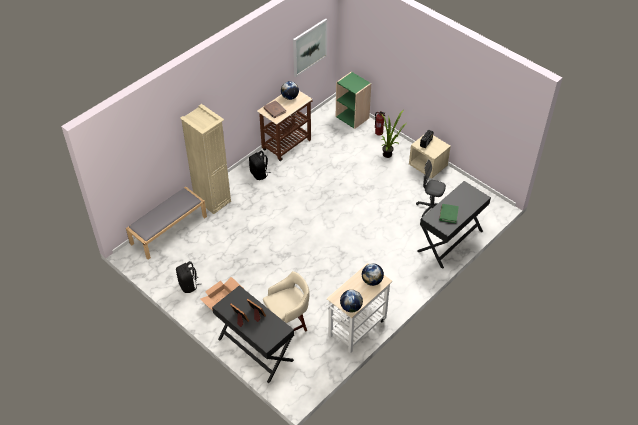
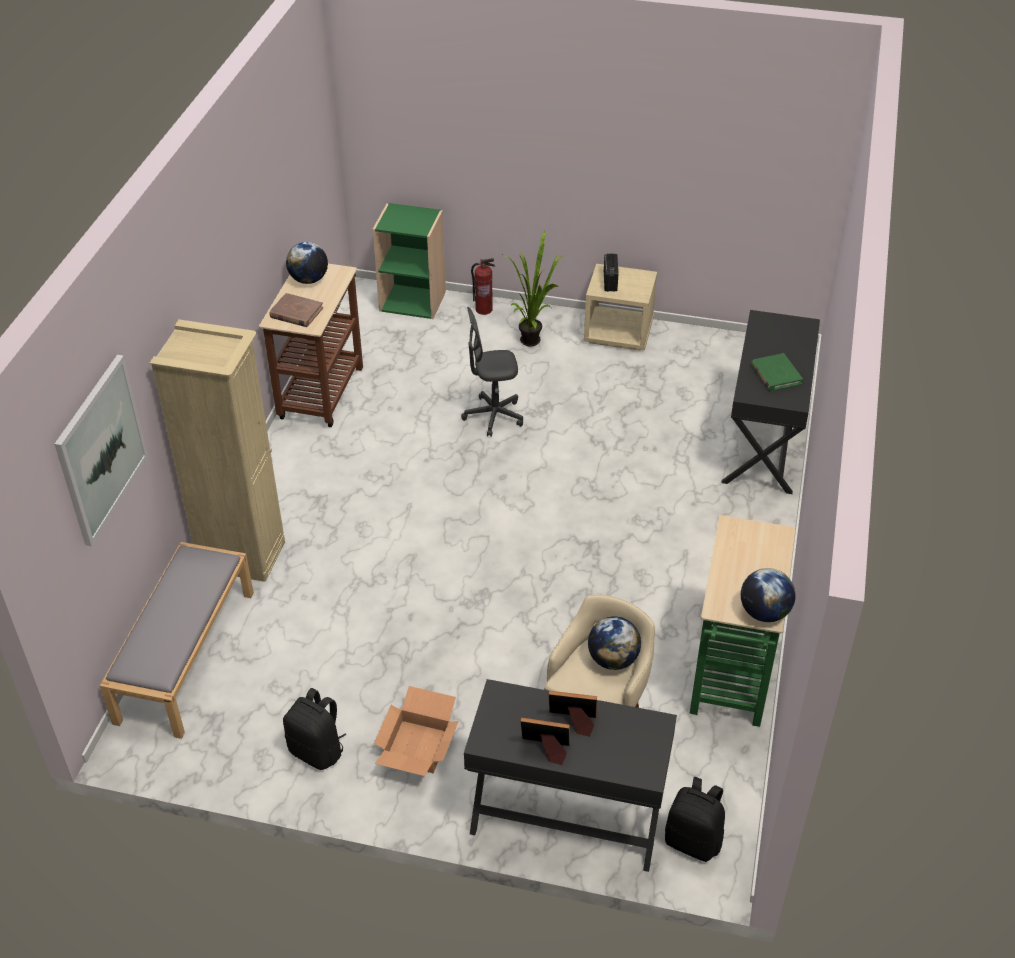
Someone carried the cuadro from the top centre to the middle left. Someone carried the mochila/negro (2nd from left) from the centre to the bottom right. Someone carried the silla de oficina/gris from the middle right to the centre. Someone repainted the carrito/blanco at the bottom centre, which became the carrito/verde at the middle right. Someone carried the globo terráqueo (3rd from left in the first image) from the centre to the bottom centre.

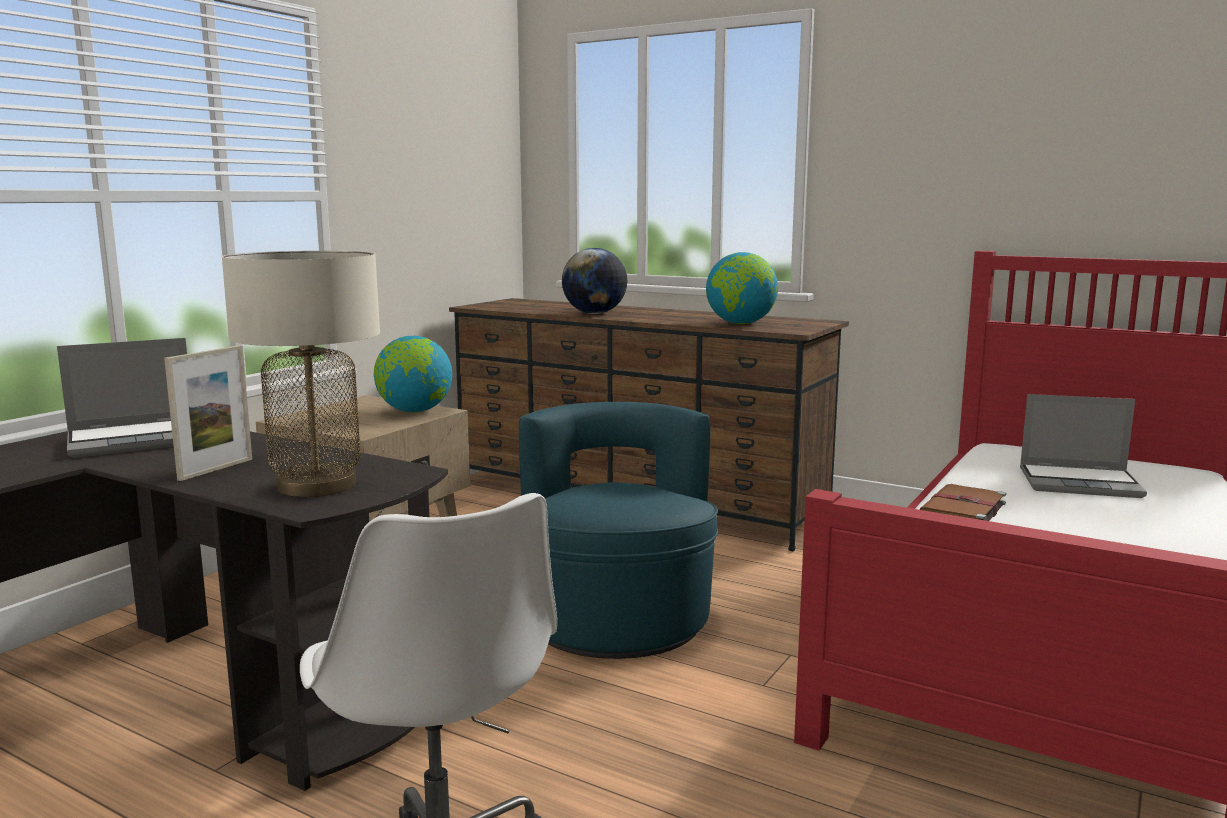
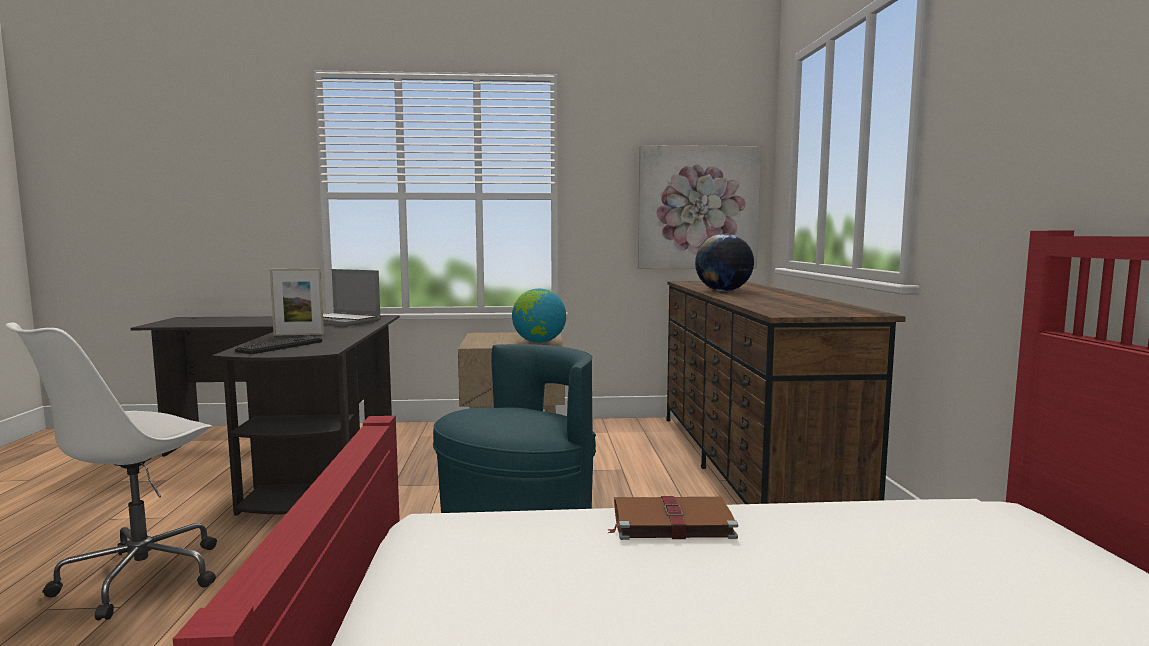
Someone swapped the lámpara de mesa at the middle left for the teclado at the middle left. Someone took away the globo terráqueo (3rd from left) at the centre. Someone took away the portátil (2nd from left) at the middle right. Someone put up the cuadro at the top centre.

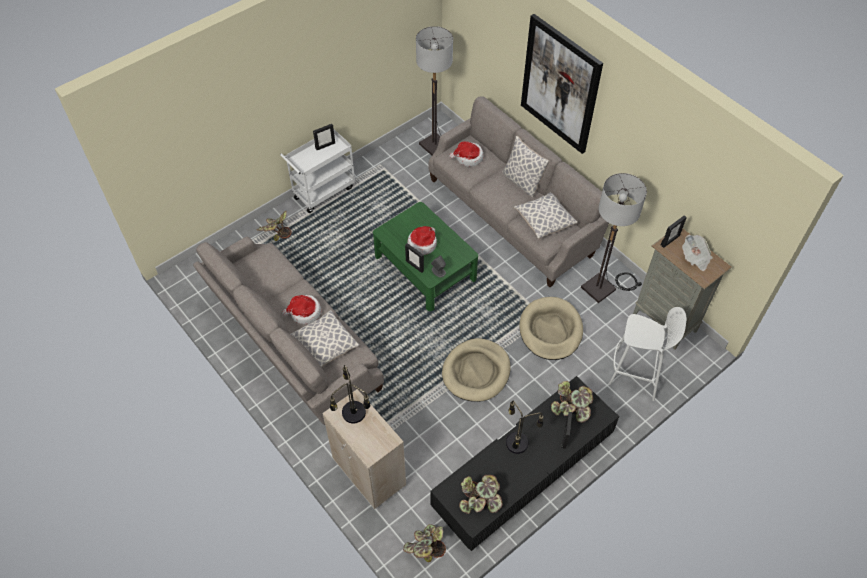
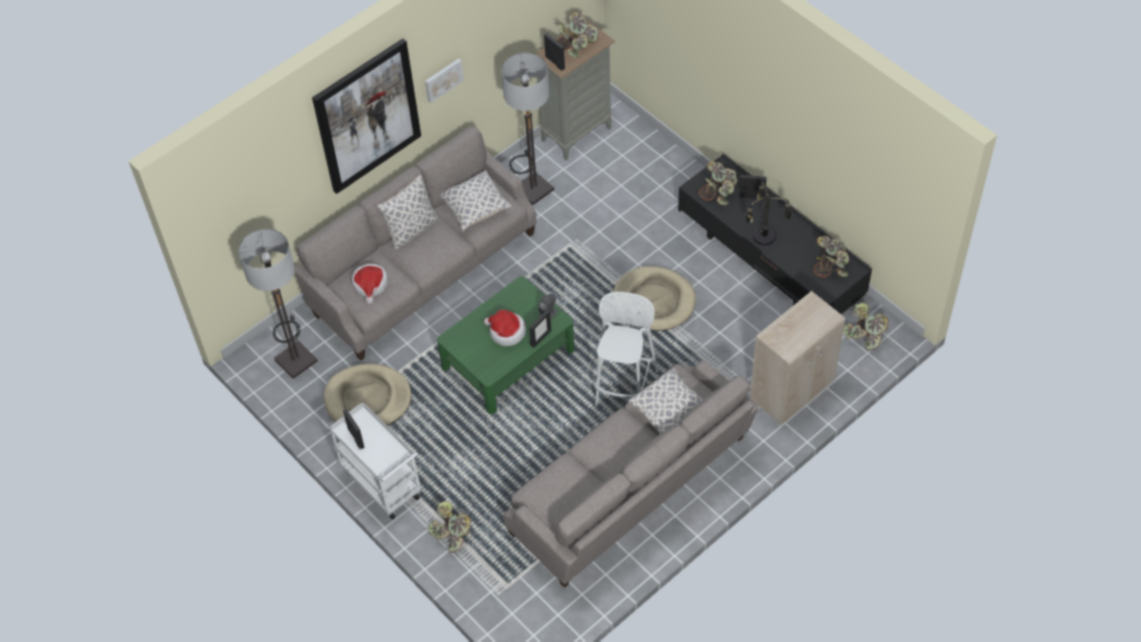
Someone swapped the periódico at the middle right for the planta en maceta (2nd from left) at the top centre. Someone took away the sombrero (1st from left) at the centre. Someone carried the cama para perro/beis (2nd from left in the first image) from the centre to the middle left. Someone carried the taburete/blanco from the middle right to the centre. Someone took away the lámpara de mesa (1st from left) at the bottom centre. Someone put up the cuadro (2nd from left) at the top centre.

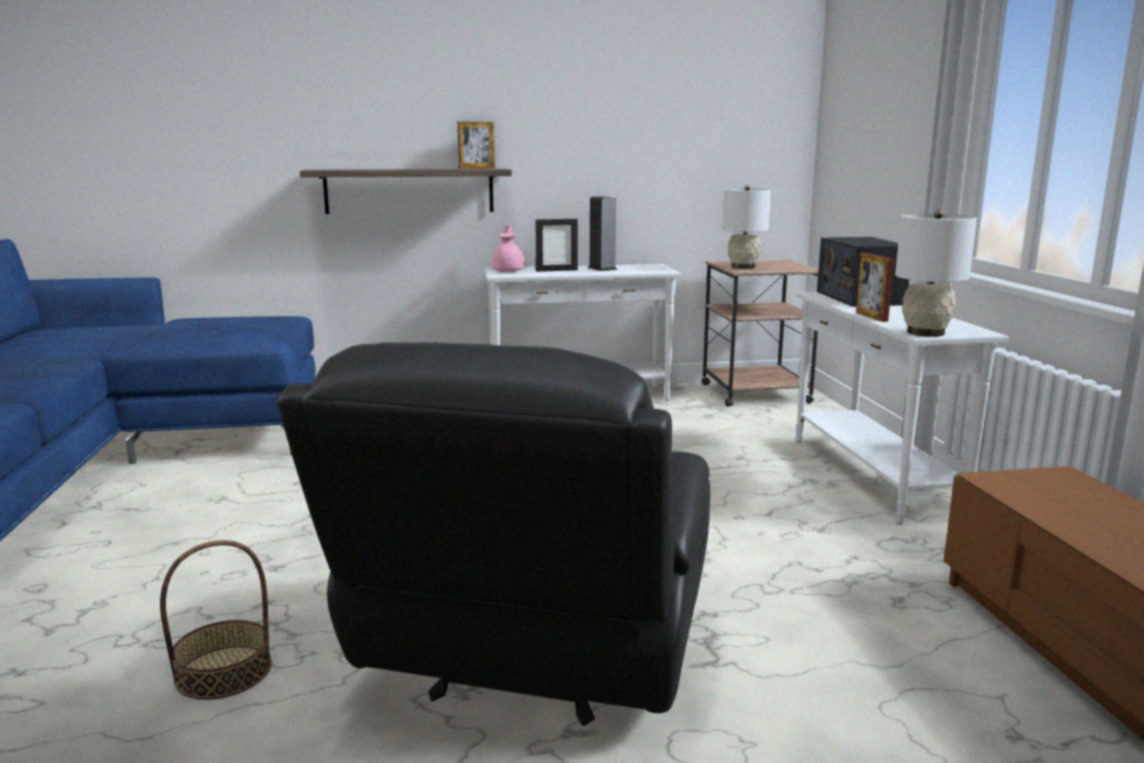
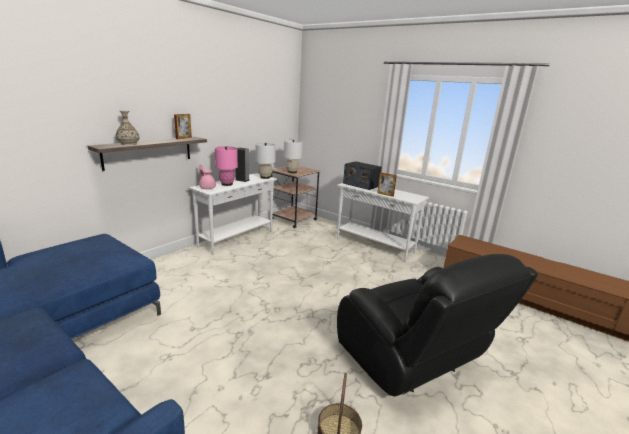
Someone carried the lámpara de mesa/blanco (2nd from left in the first image) from the middle right to the centre. Someone swapped the portarretratos (2nd from left) at the top centre for the lámpara de mesa/rosa at the centre. Someone put down the florero at the top left.

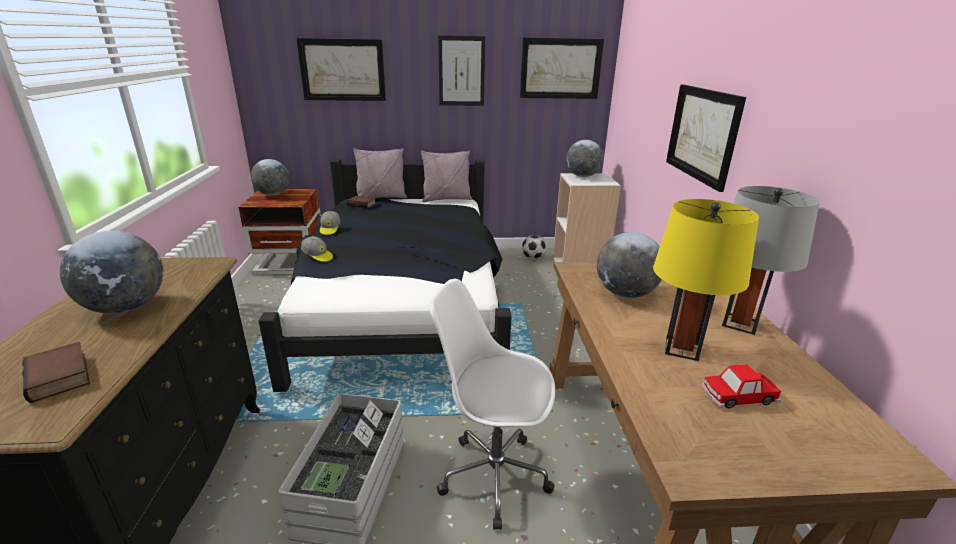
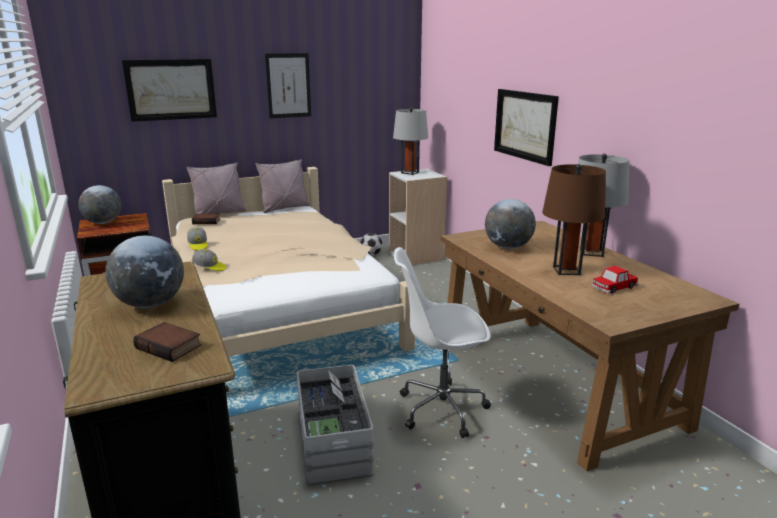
Someone took away the cuadro (3rd from left) at the top centre. Someone swapped the globo terráqueo (3rd from left) at the top centre for the lámpara de mesa/gris (1st from left) at the top centre. Someone repainted the cama/negro at the centre, which became the cama/beis at the centre. Someone repainted the lámpara de mesa/amarillo at the middle right, which became the lámpara de mesa/marrón at the middle right.

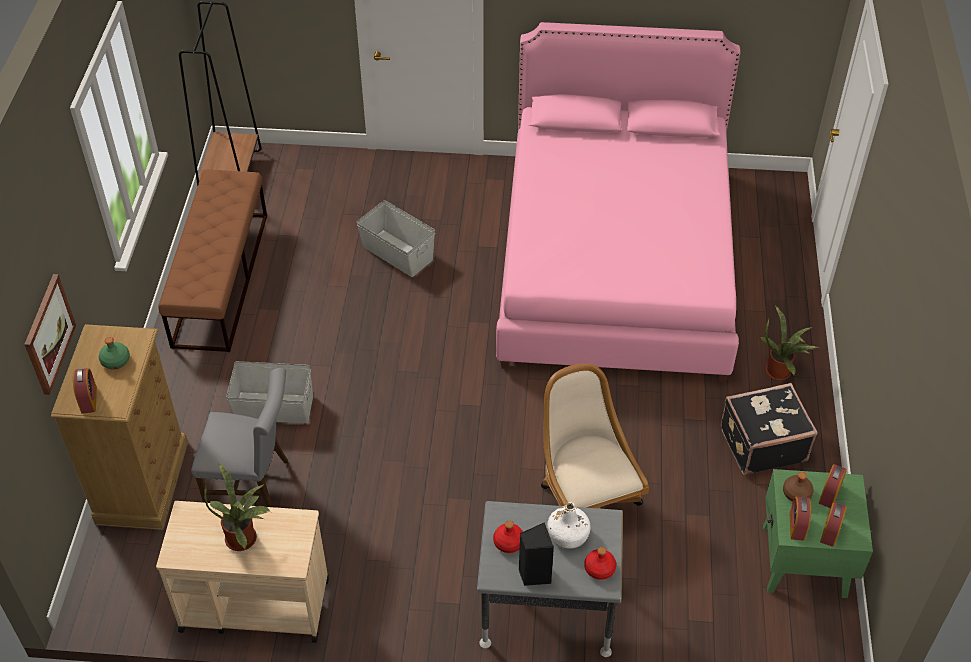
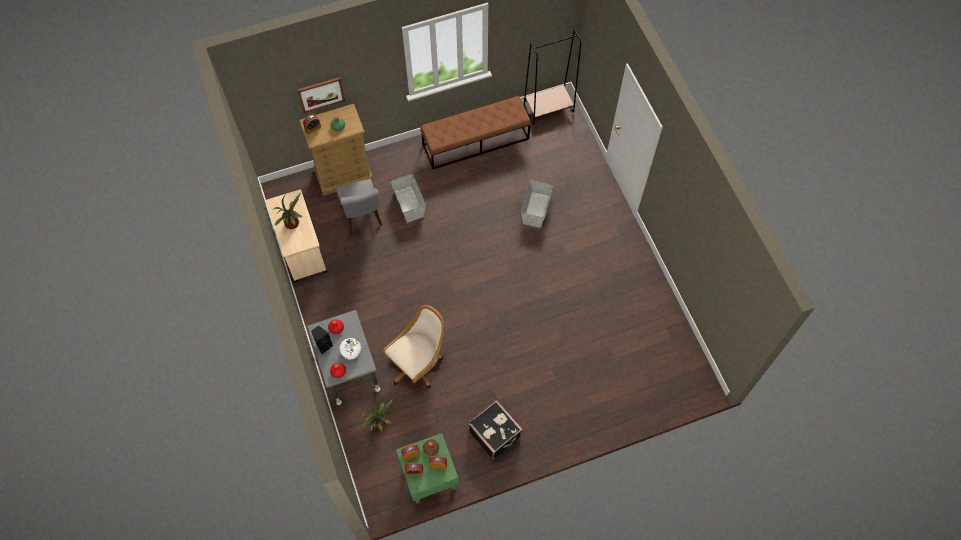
Someone took away the cama/rosa at the top centre. Someone carried the planta en maceta (2nd from left) from the middle right to the bottom centre.

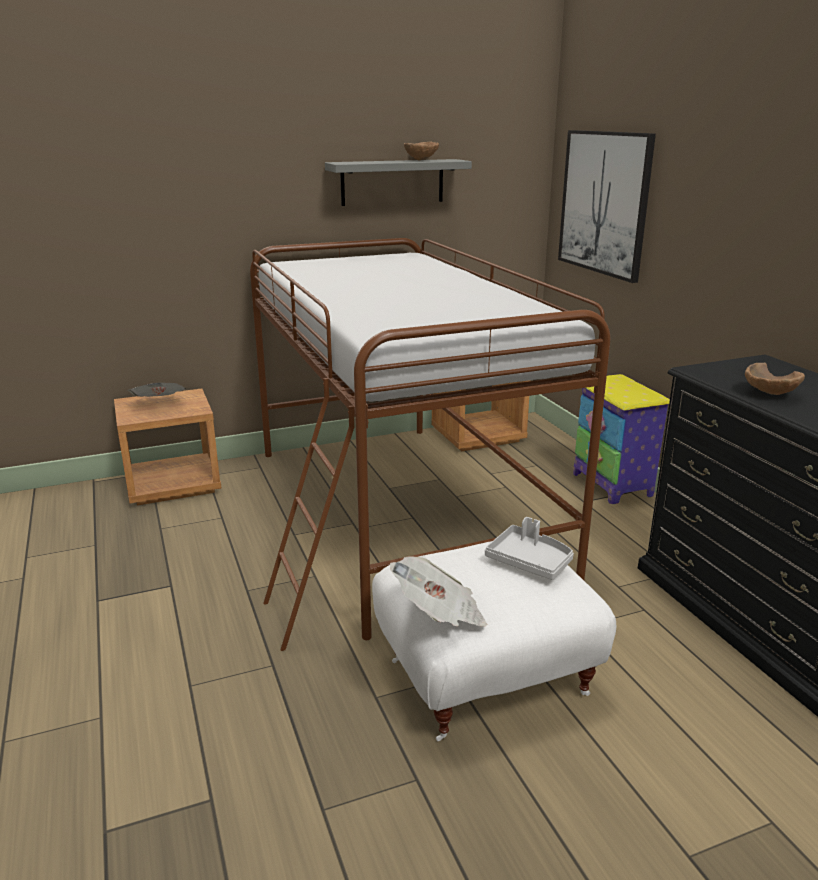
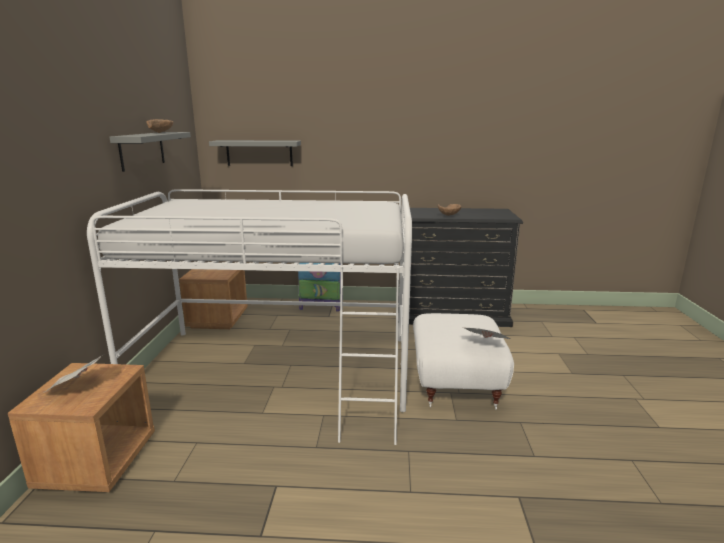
Someone swapped the cuadro at the top right for the estante/gris (2nd from left) at the top centre. Someone repainted the cama/marrón at the centre, which became the cama/blanco at the centre. Someone took away the bandeja/gris at the centre.

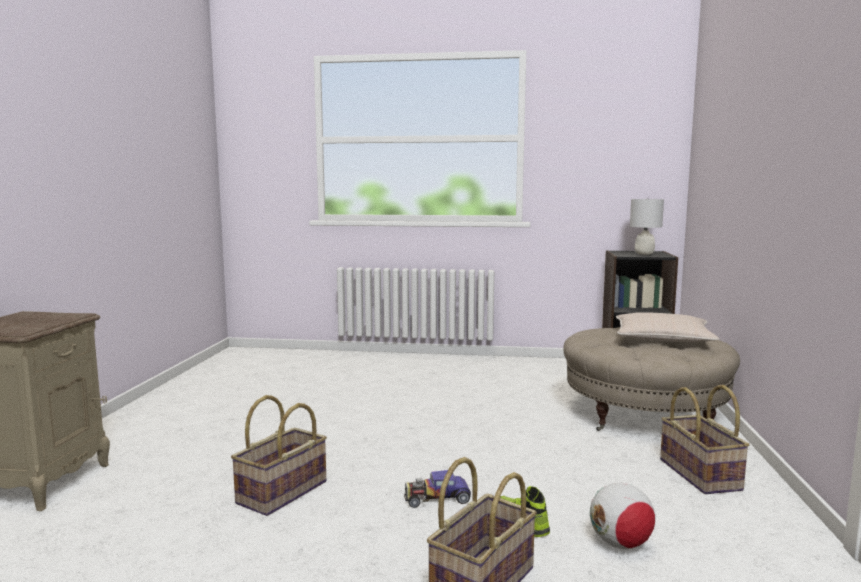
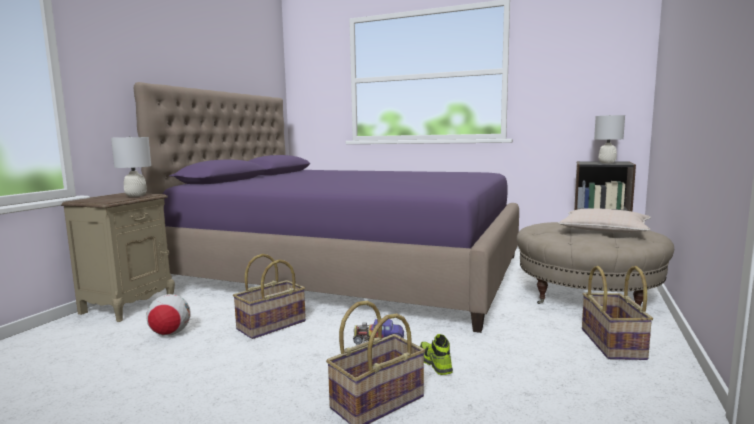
Someone carried the balón de fútbol from the bottom right to the bottom left. Someone put down the cama/morado at the centre. Someone put down the lámpara de mesa/gris (1st from left) at the middle left.

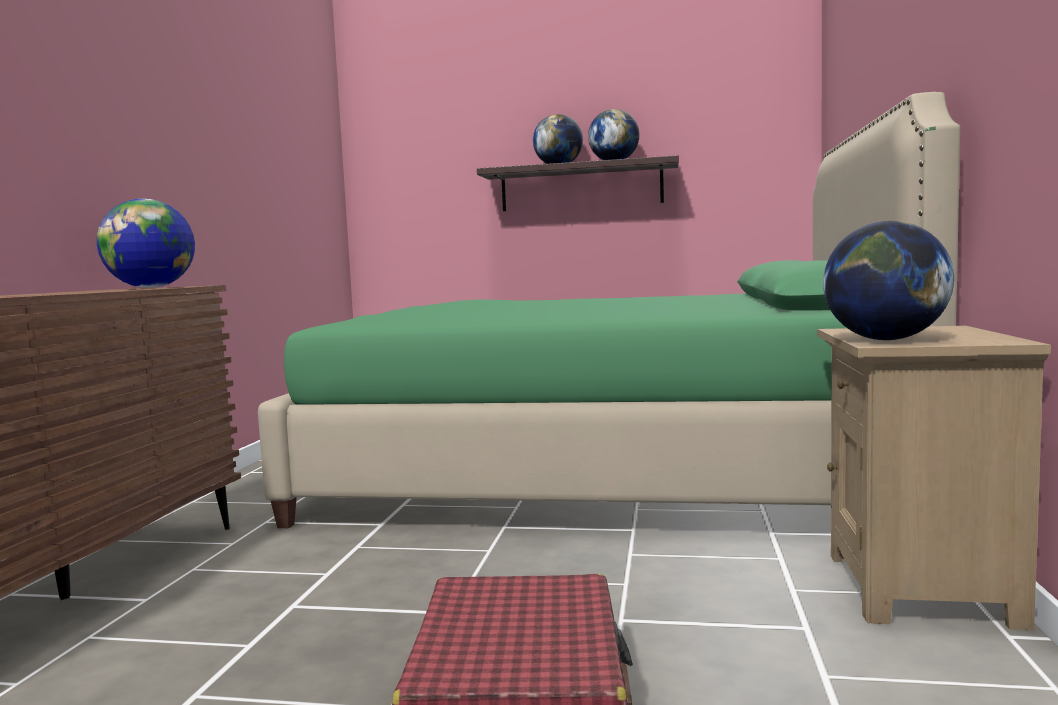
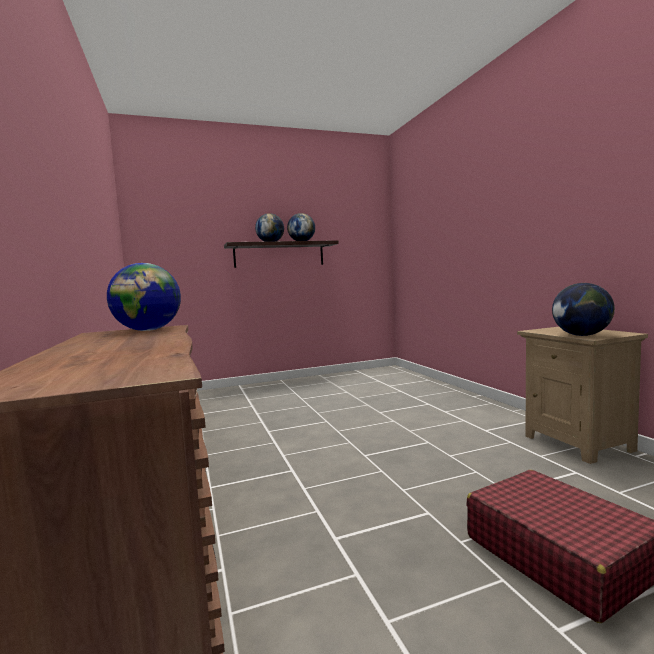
Someone took away the cama/verde at the centre.

